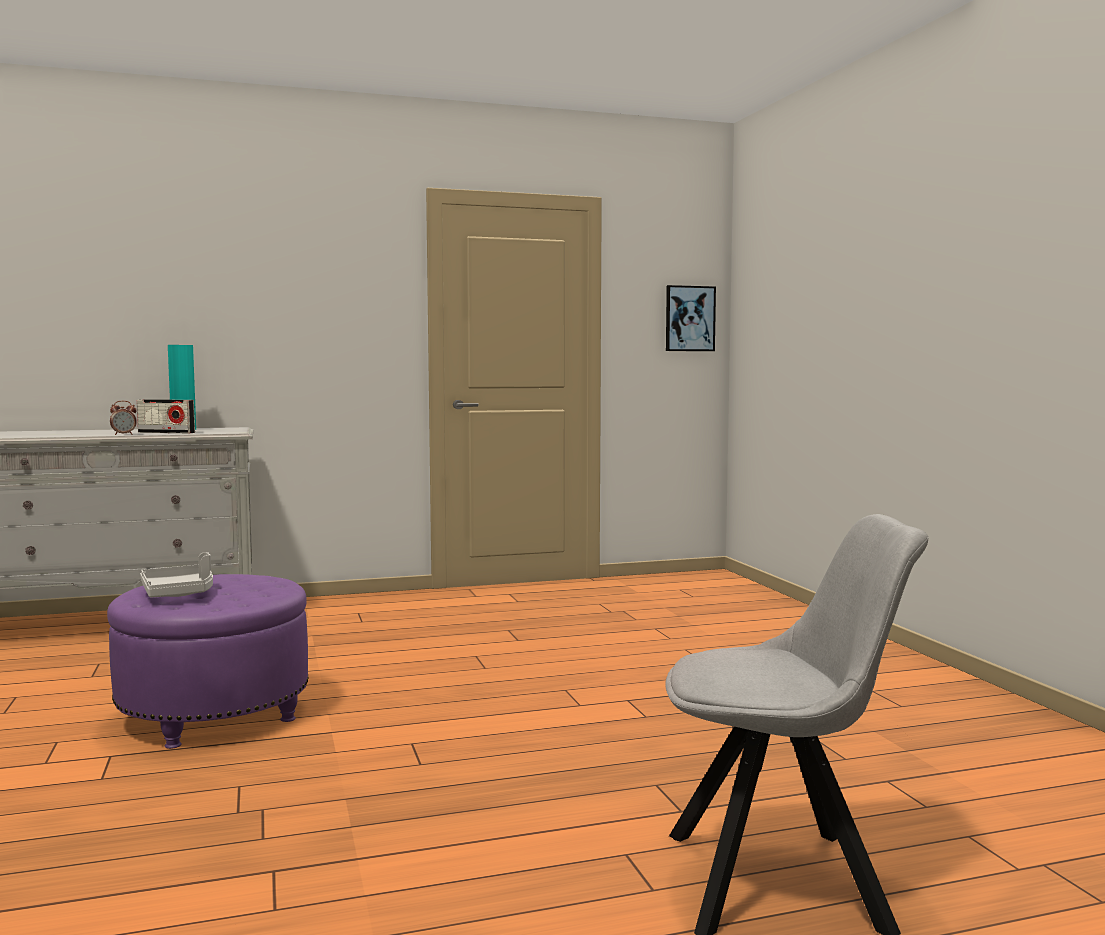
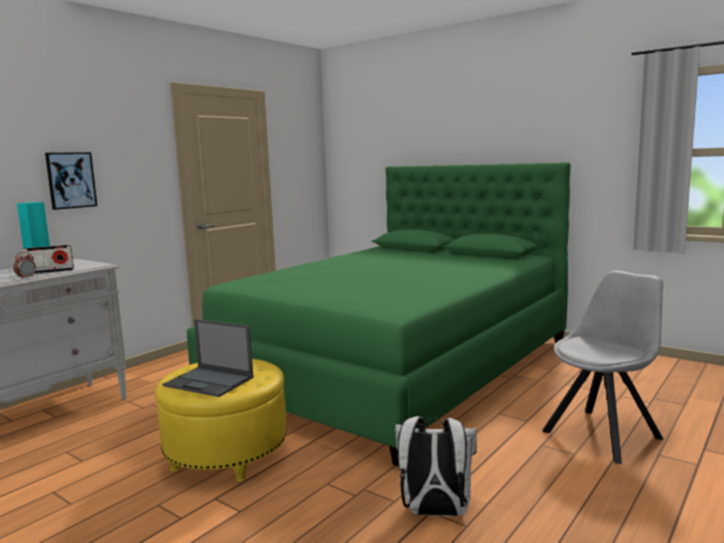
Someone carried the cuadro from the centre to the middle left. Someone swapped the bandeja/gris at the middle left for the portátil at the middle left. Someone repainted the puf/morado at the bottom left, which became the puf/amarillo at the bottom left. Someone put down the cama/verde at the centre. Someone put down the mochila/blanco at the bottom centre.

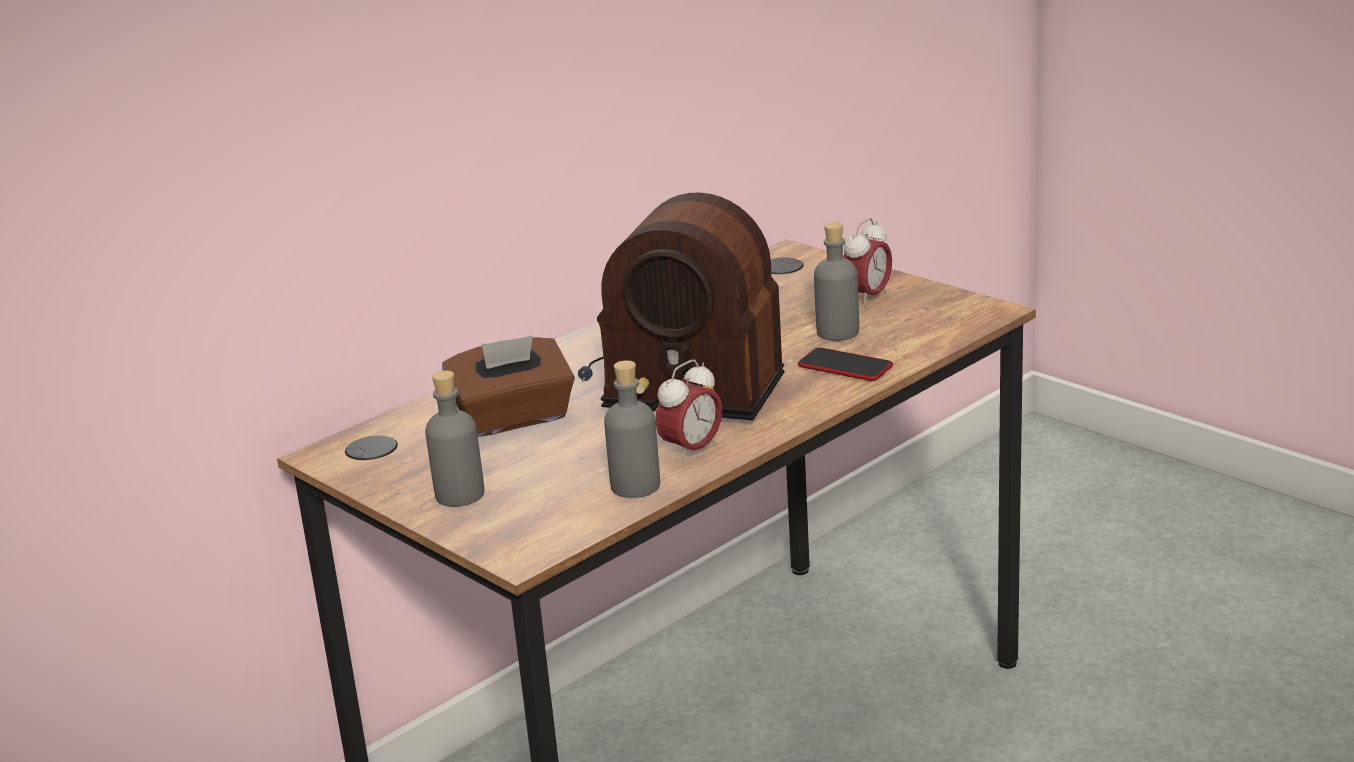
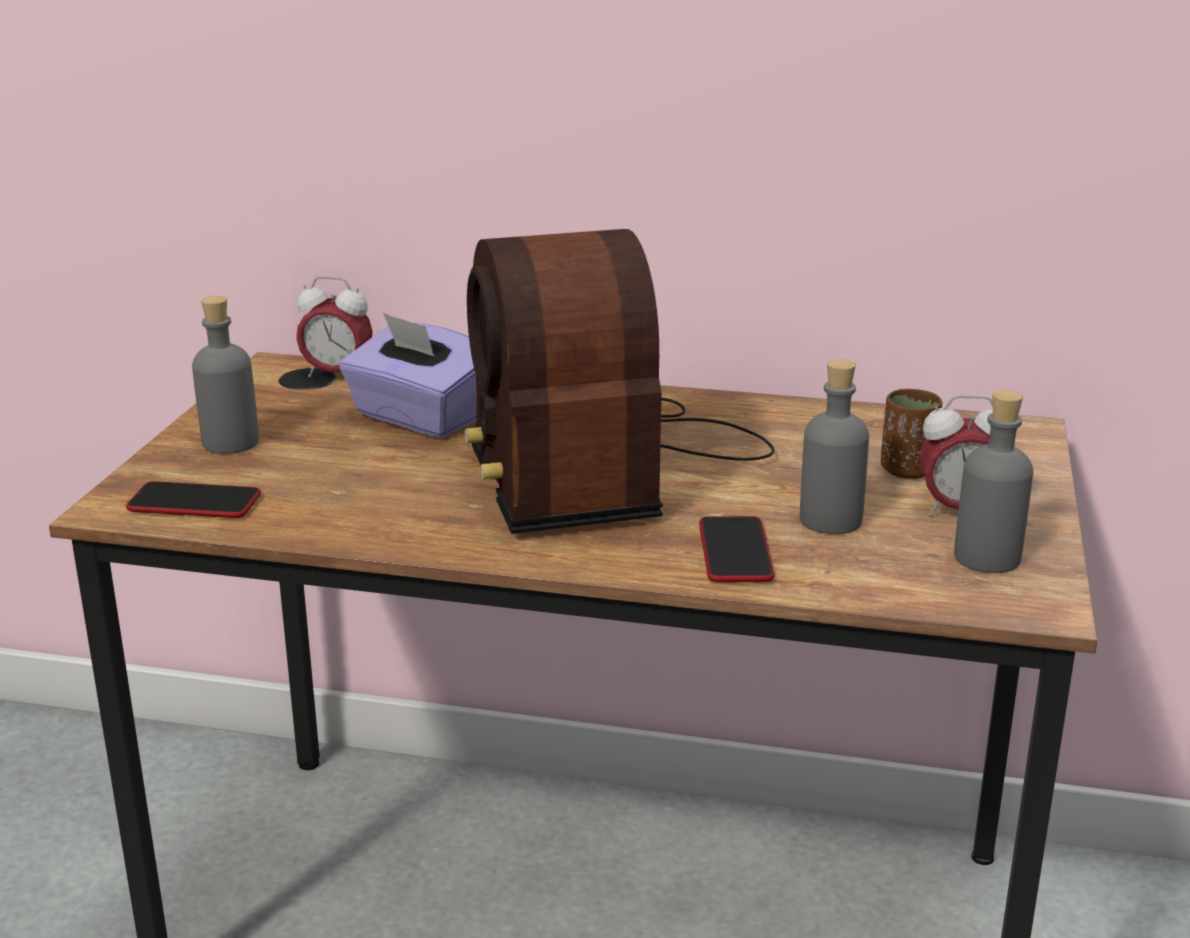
Someone repainted the caja de pañuelos/marrón at the centre, which became the caja de pañuelos/morado at the centre. Someone carried the botella/gris (2nd from left in the first image) from the centre to the middle right. Someone carried the despertador (1st from left) from the centre to the middle left. Someone put down the taza/marrón at the middle right. Someone put down the móvil (1st from left) at the middle left.

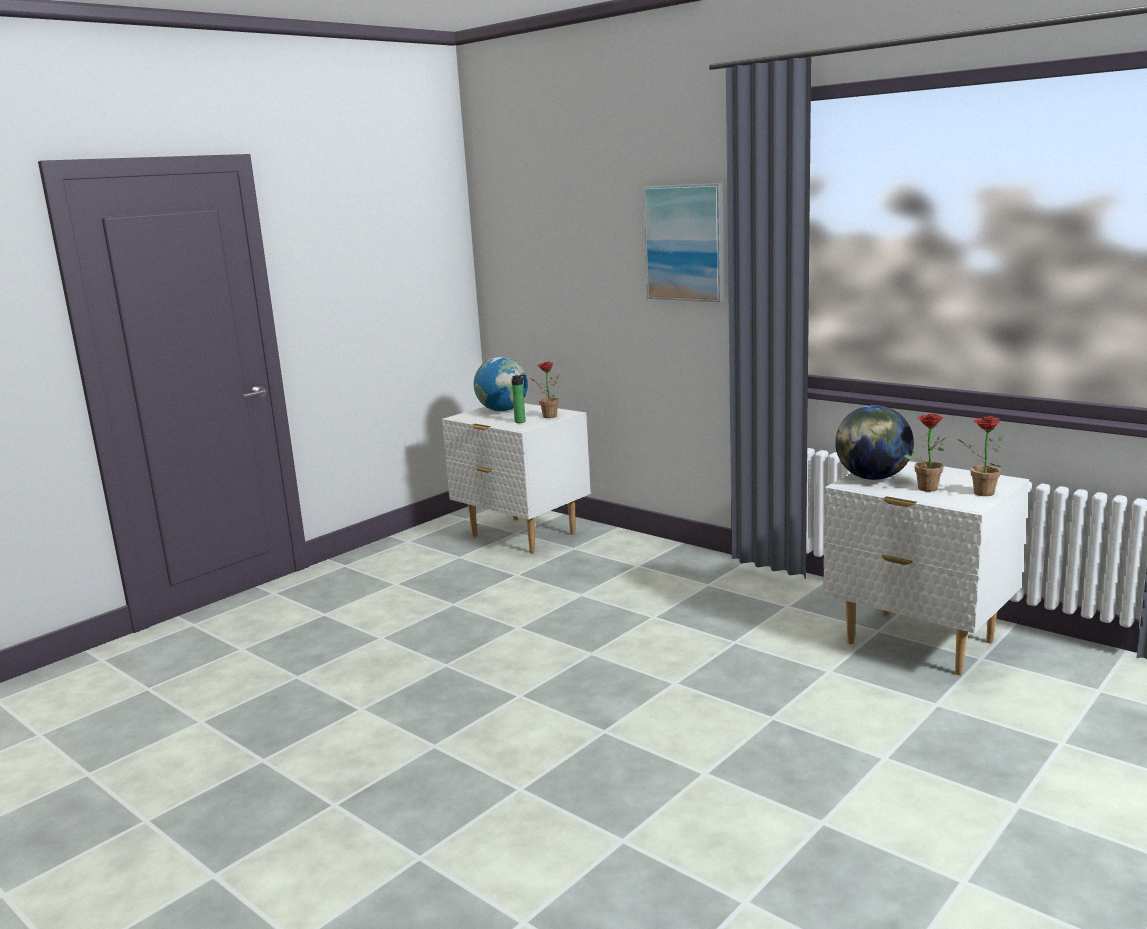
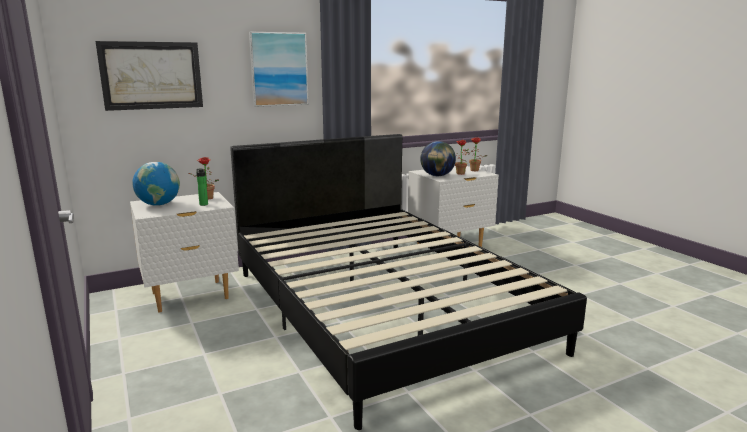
Someone put up the cuadro (1st from left) at the top left. Someone put down the cama/negro at the centre.

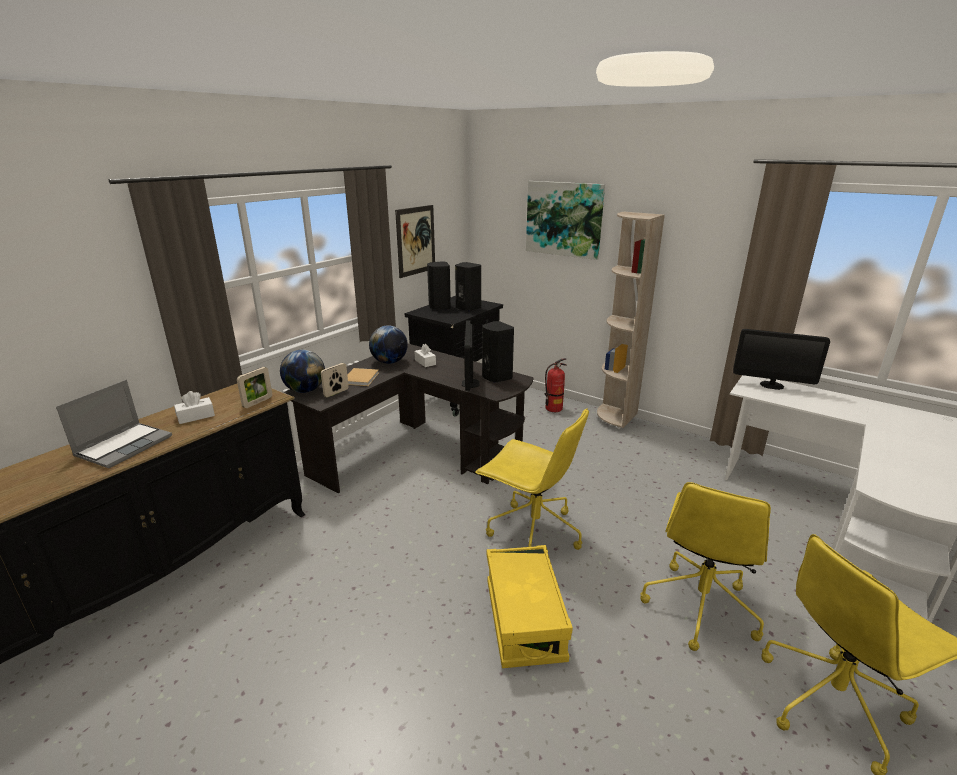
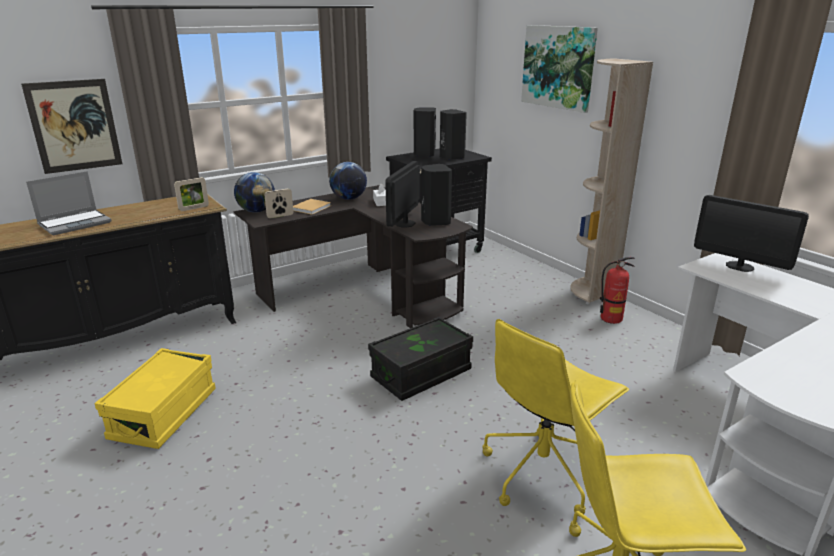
Someone carried the cuadro (1st from left) from the top centre to the top left. Someone carried the extintor from the centre to the middle right. Someone took away the caja de pañuelos/blanco (1st from left) at the middle left. Someone swapped the silla de oficina/amarillo (1st from left) at the centre for the caja de almacenaje/negro at the centre. Someone carried the caja de almacenaje/amarillo from the bottom centre to the bottom left.

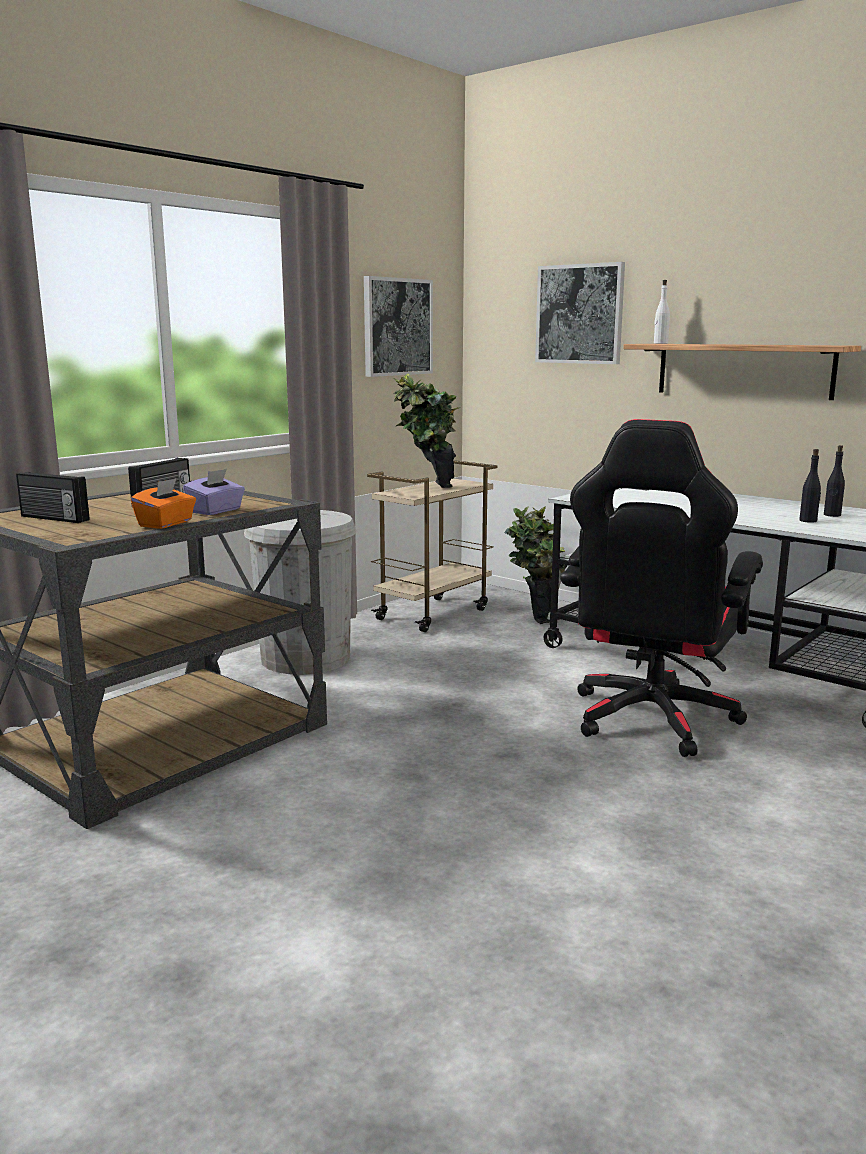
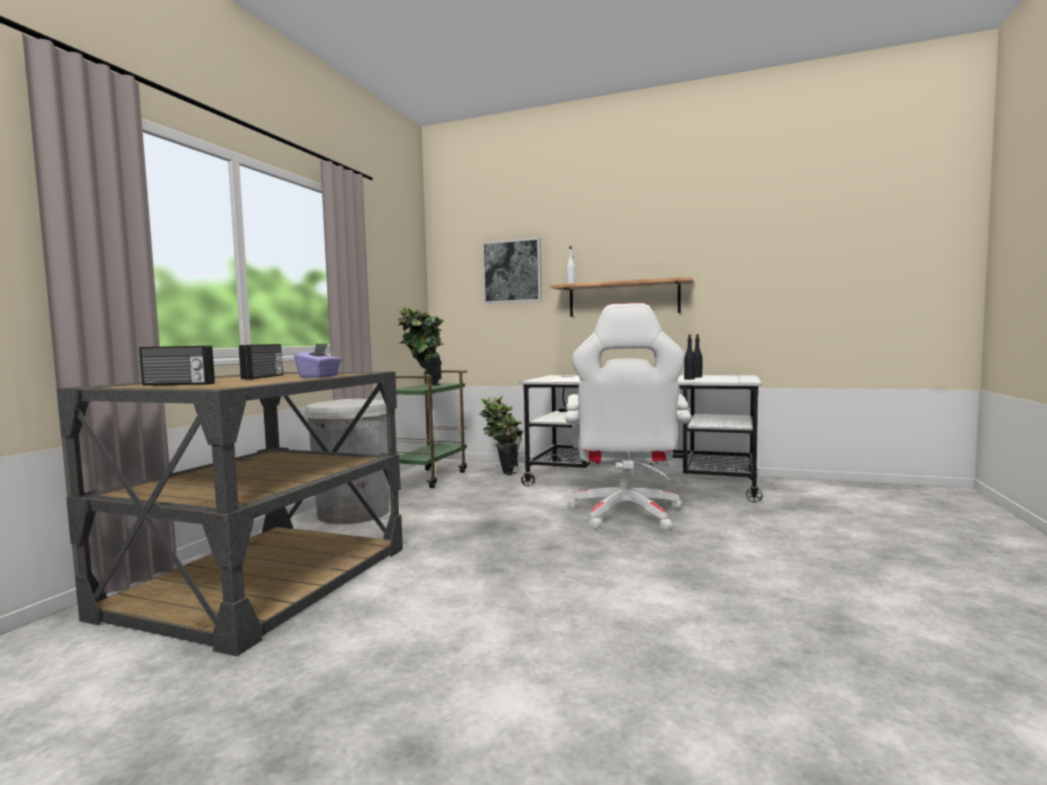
Someone took away the cuadro (1st from left) at the top centre. Someone repainted the silla de oficina/negro at the middle right, which became the silla de oficina/blanco at the centre. Someone repainted the carrito/beis at the centre, which became the carrito/verde at the centre. Someone took away the caja de pañuelos/naranja at the middle left.

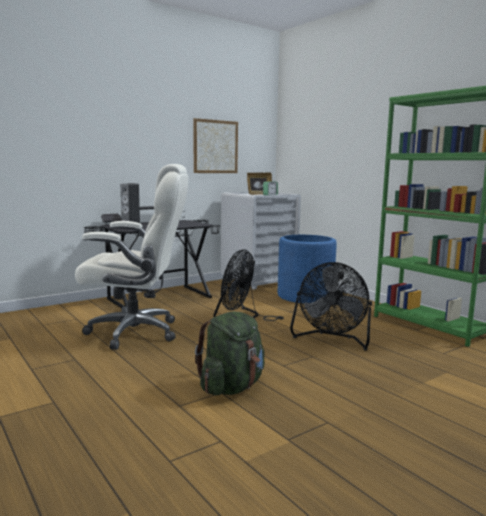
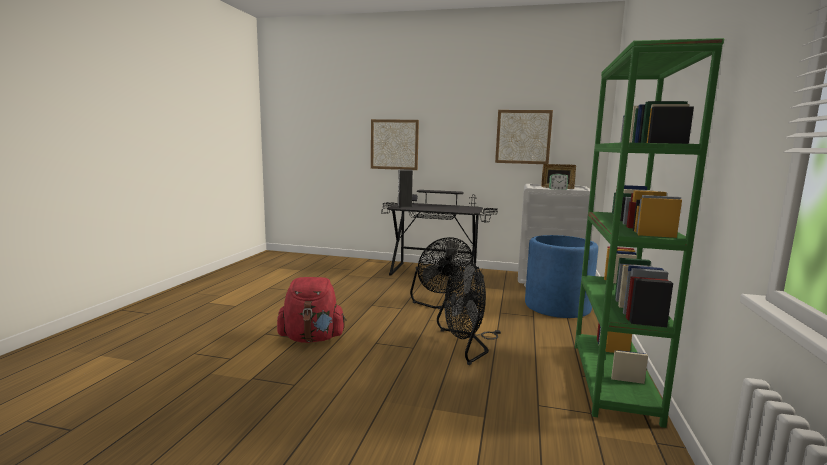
Someone took away the silla de oficina/blanco at the middle left. Someone repainted the mochila/verde at the bottom centre, which became the mochila/rojo at the bottom centre. Someone put up the cuadro (1st from left) at the top centre.

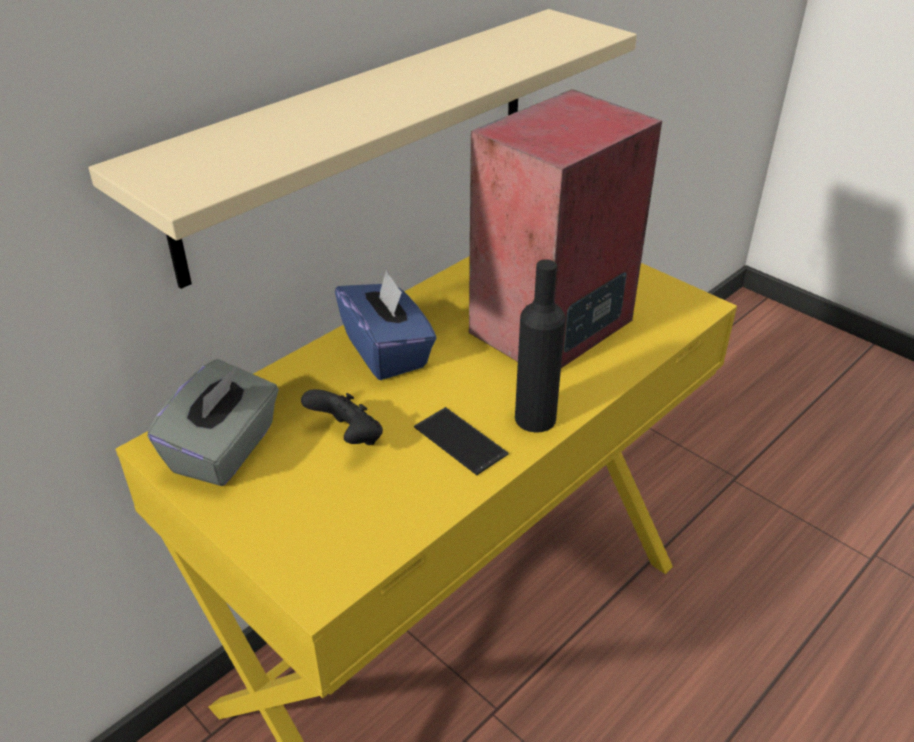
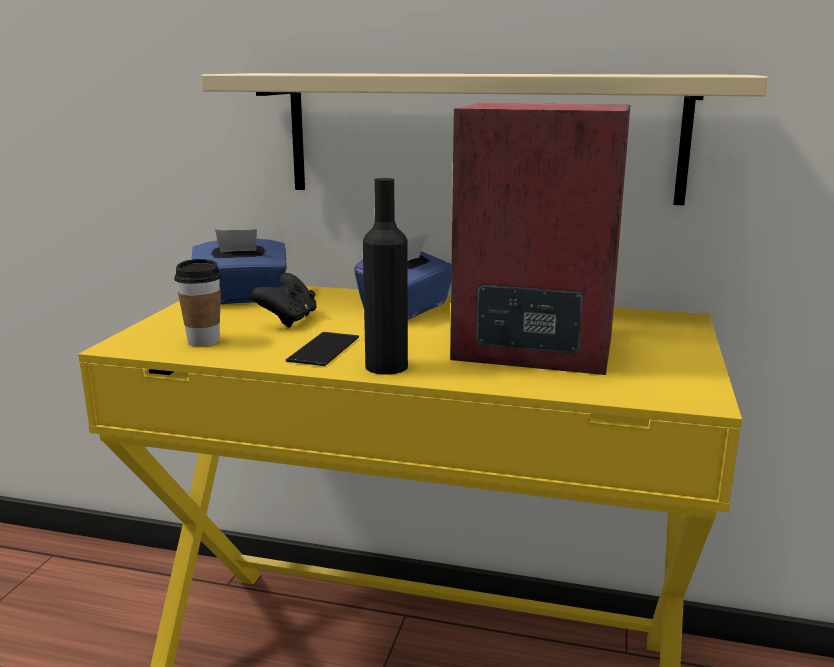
Someone repainted the caja de pañuelos/gris at the middle left, which became the caja de pañuelos/azul (1st from left) at the middle left. Someone put down the taza at the middle left.

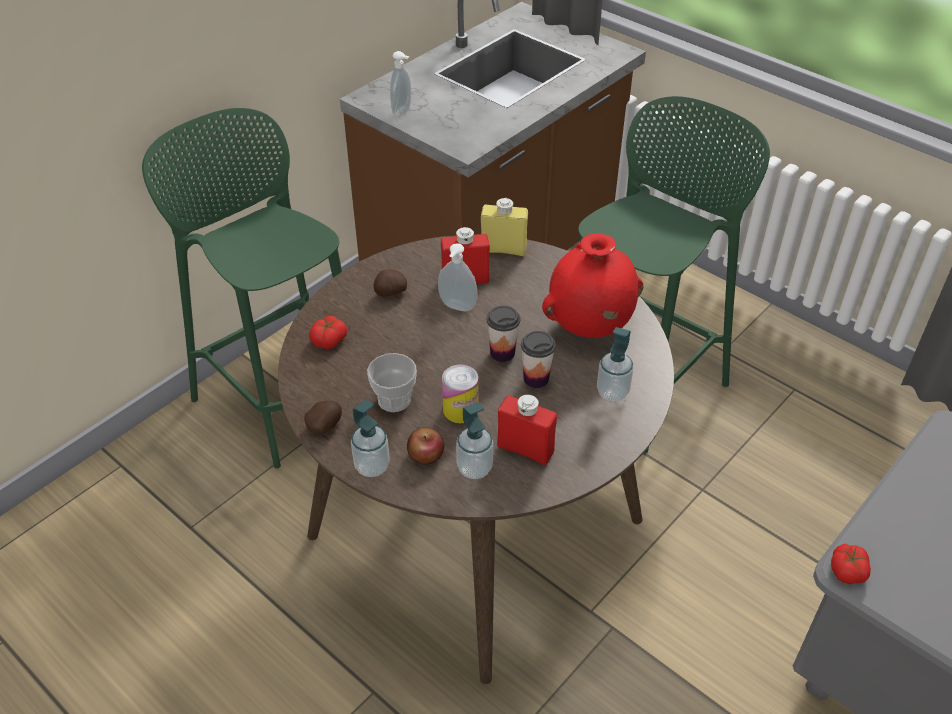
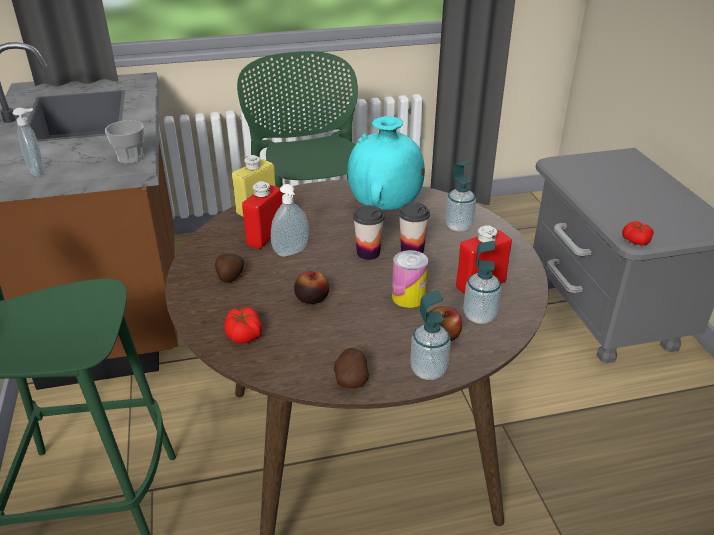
Someone repainted the florero/rojo at the centre, which became the florero/turquesa at the top centre. Someone carried the taza (1st from left) from the centre to the top left. Someone put down the manzana (1st from left) at the centre.

